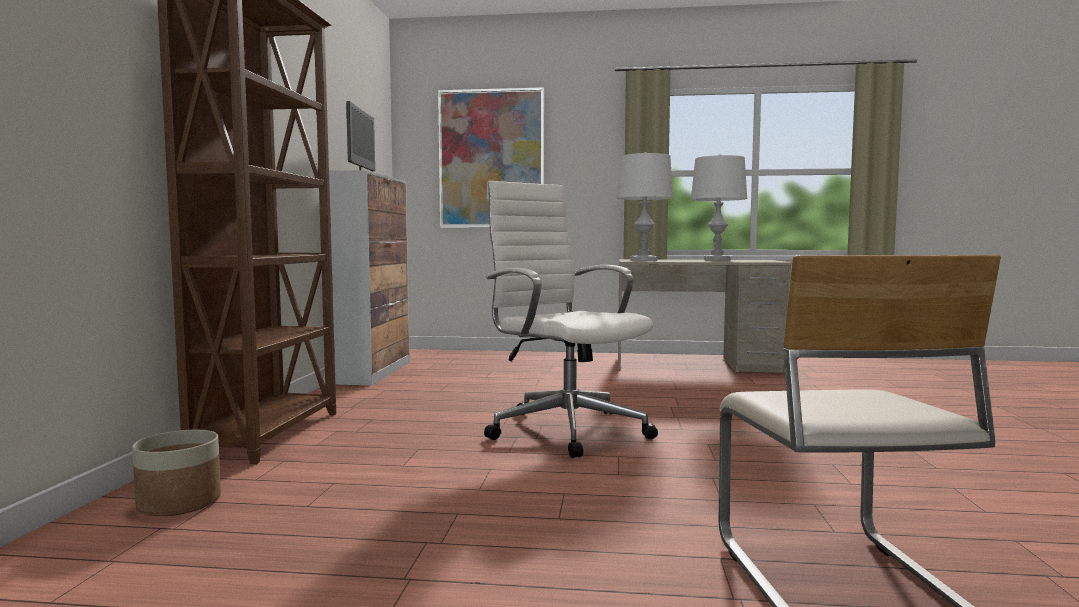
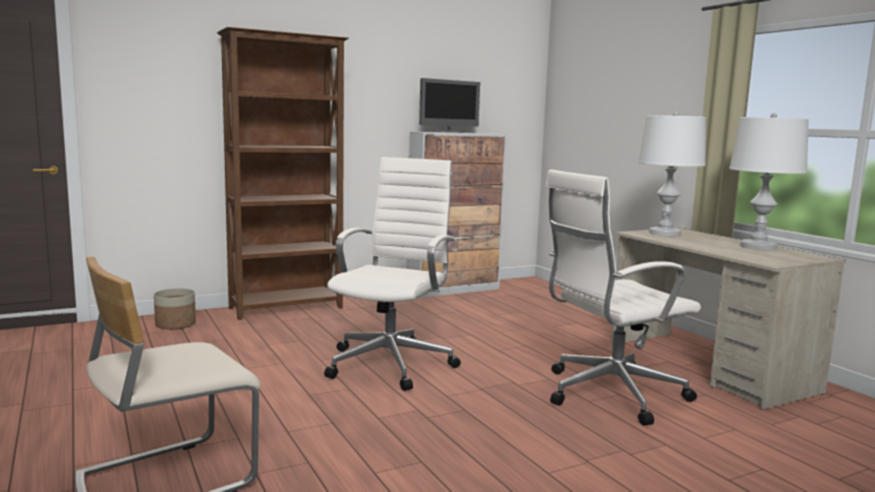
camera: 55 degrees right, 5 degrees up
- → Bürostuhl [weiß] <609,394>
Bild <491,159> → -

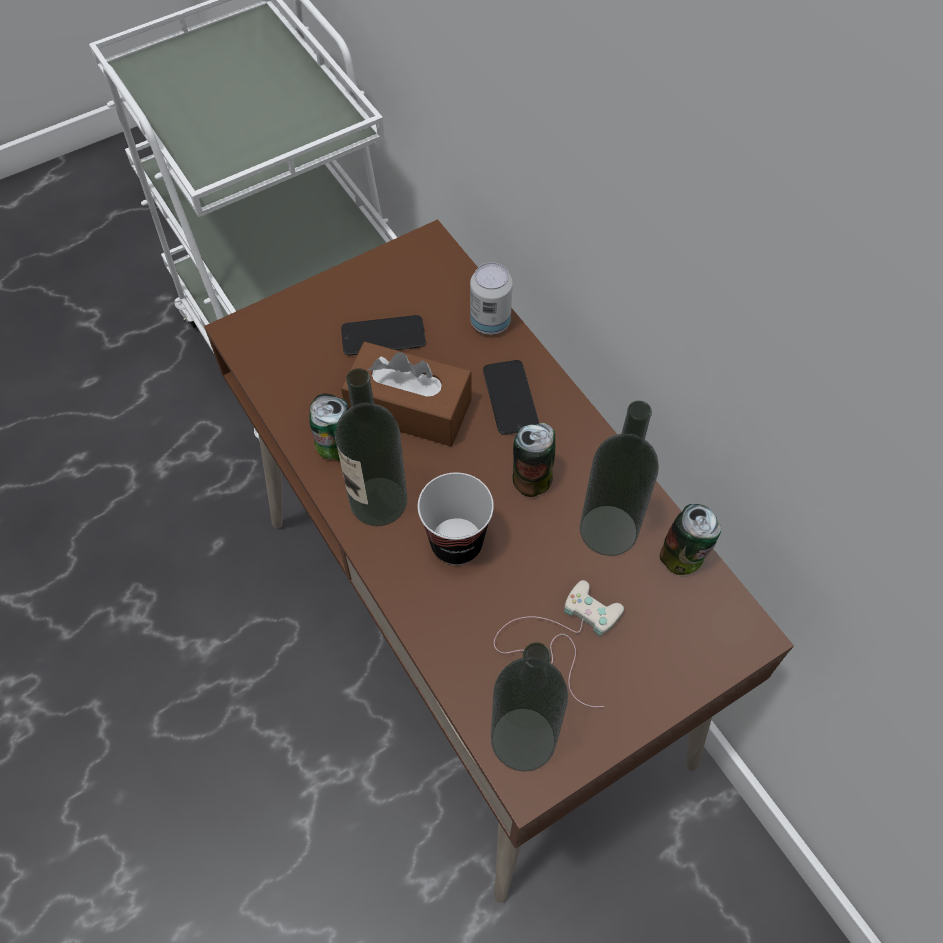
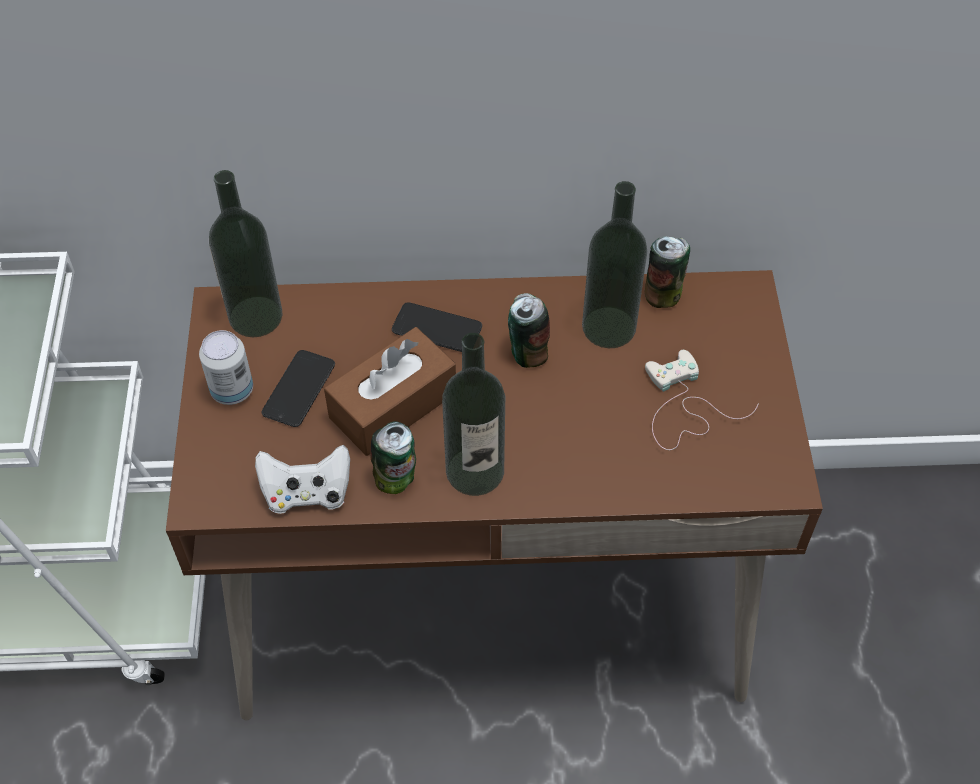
camera: 60 degrees left, 5 degrees down
Dose <490,322> → Dose <232,390>, shifted
Flasche <523,739> → Flasche <255,316>, shifted
- → Gamepad [weiß] <307,493>
Tasse <456,543> → -

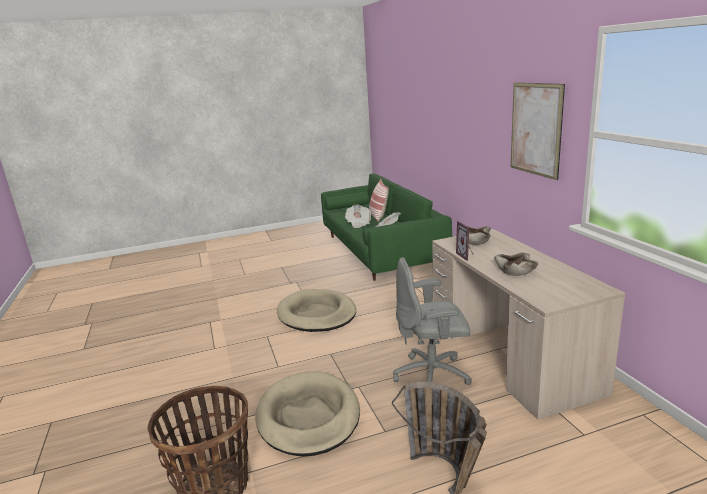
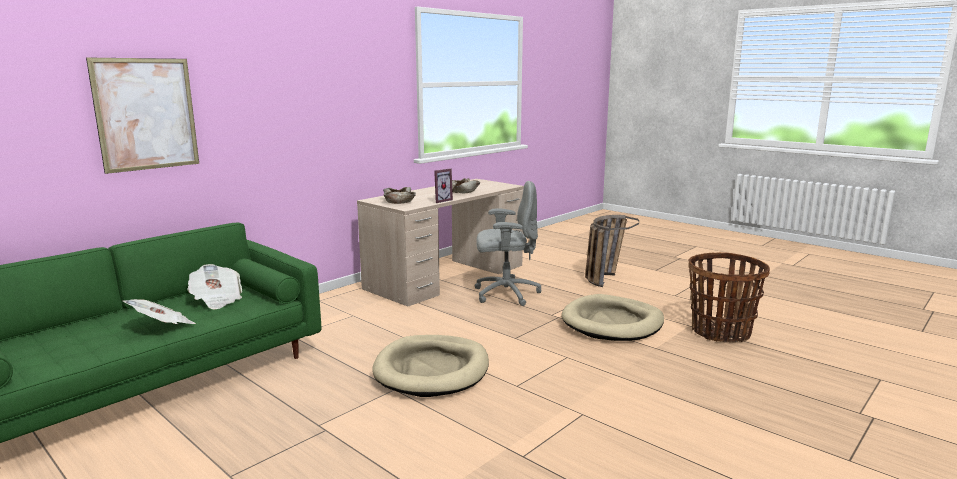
camera: 120 degrees left, 5 degrees down
Bild <535,129> → Bild <146,114>, shifted
Bürostuhl [grau] <433,376> → Bürostuhl [grau] <505,294>, 60 degrees counterclockwise
Kissen <378,216> → -

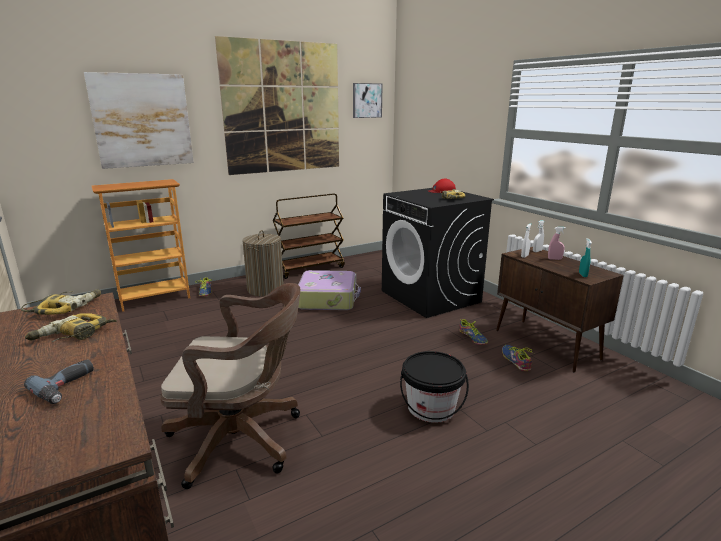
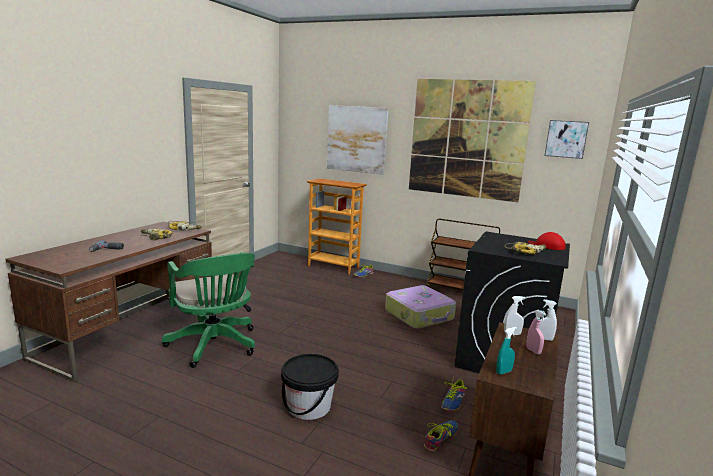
camera: 55 degrees right, 5 degrees down
Bürostuhl [braun] <242,439> → Bürostuhl [grün] <215,346>
Wäschekorb <265,289> → -

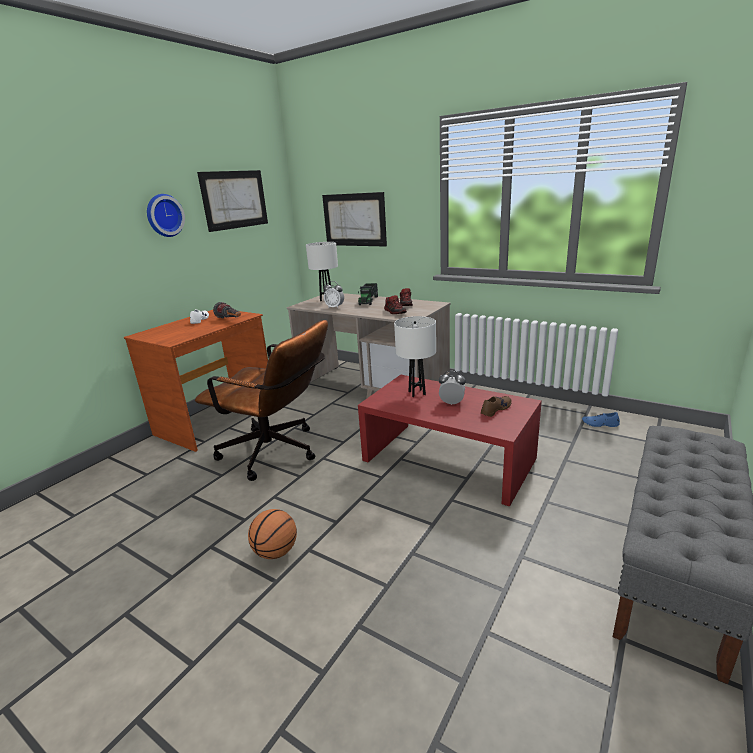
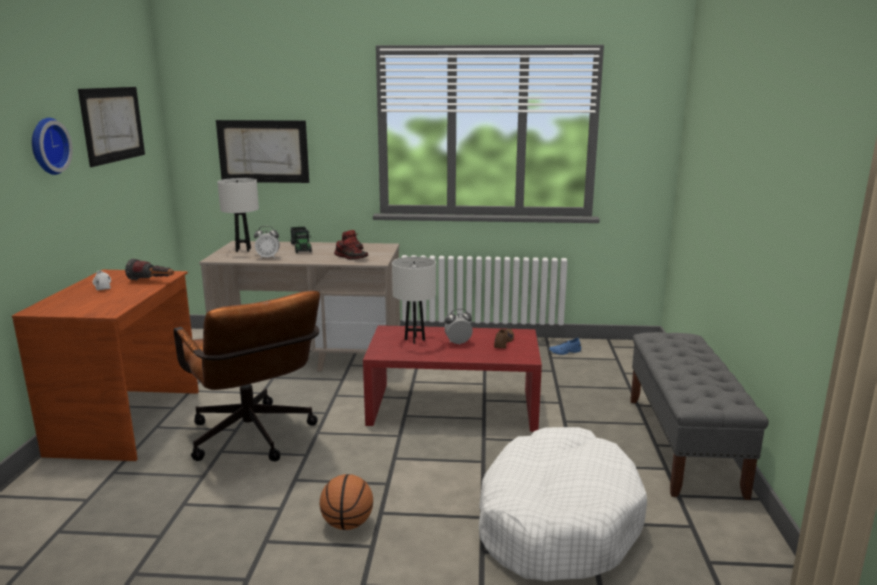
camera: 30 degrees left, 5 degrees down
Bürostuhl [braun] <277,453> → Bürostuhl [braun] <255,439>, 60 degrees clockwise
- → Hundebett [weiß] <556,521>

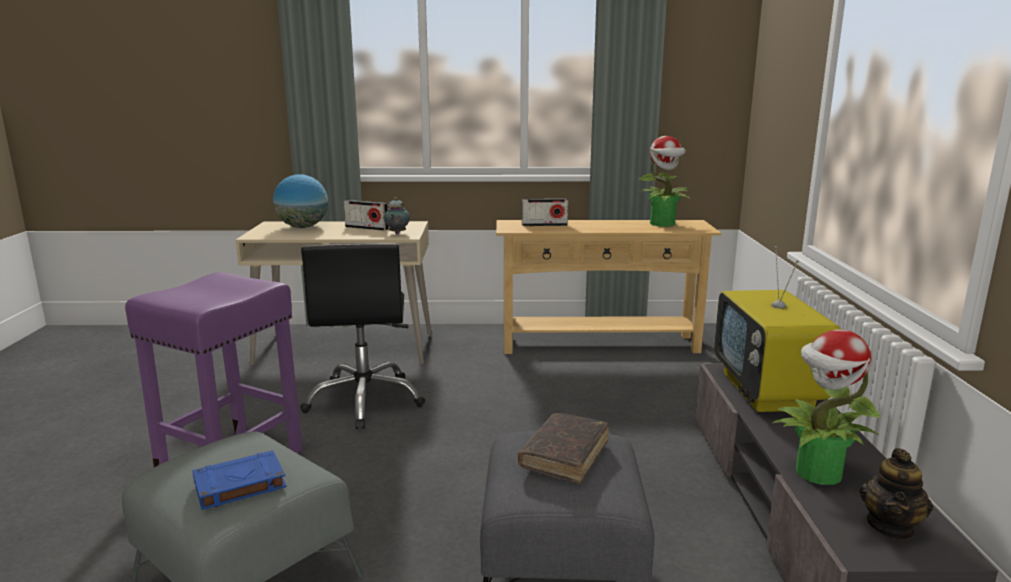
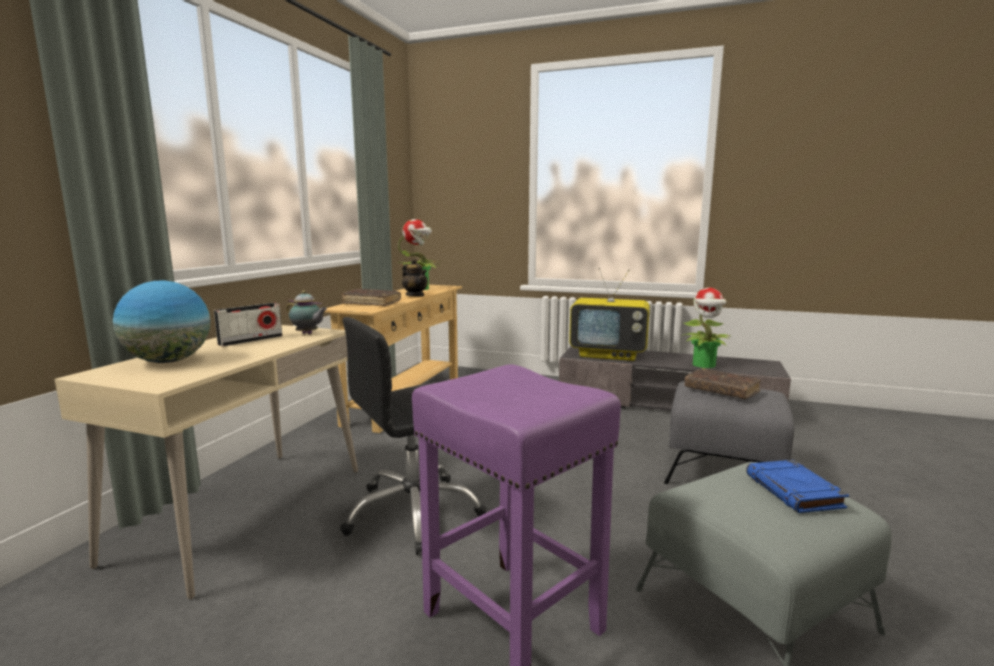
camera: 70 degrees left, 5 degrees down
Bürostuhl [schwarz] <365,400> → Bürostuhl [schwarz] <413,513>, 135 degrees clockwise
Radio <544,225> → Buch [braun] <372,303>
Teekanne <891,526> → Teekanne <415,295>, shifted

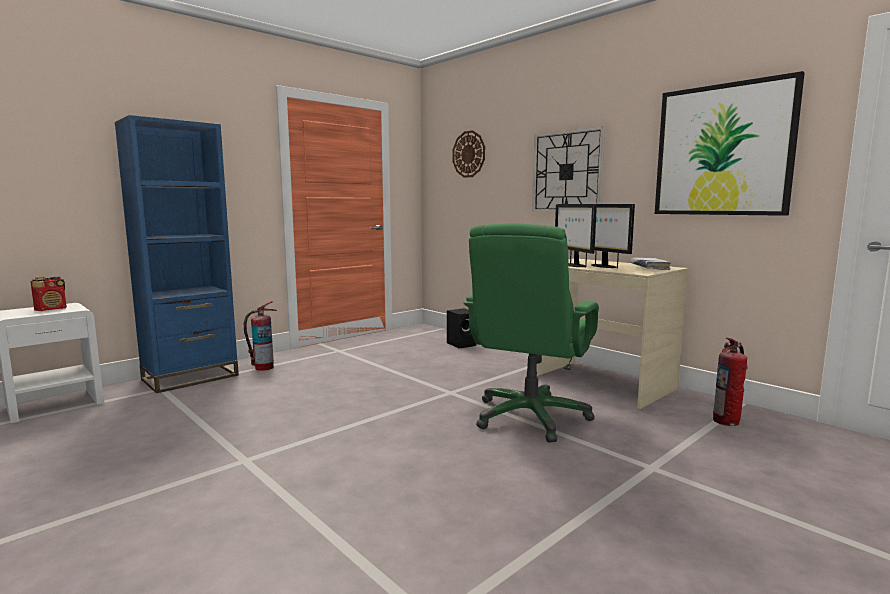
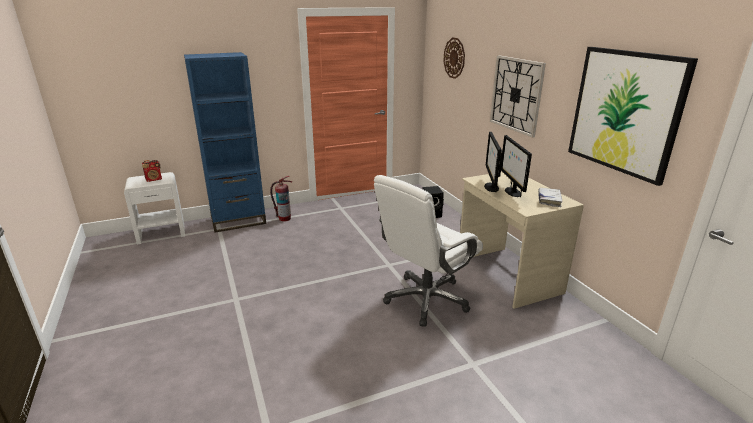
camera: 20 degrees right, 15 degrees up
Bürostuhl [grün] <530,417> → Bürostuhl [weiß] <426,300>
Feuerlöscher <727,421> → -

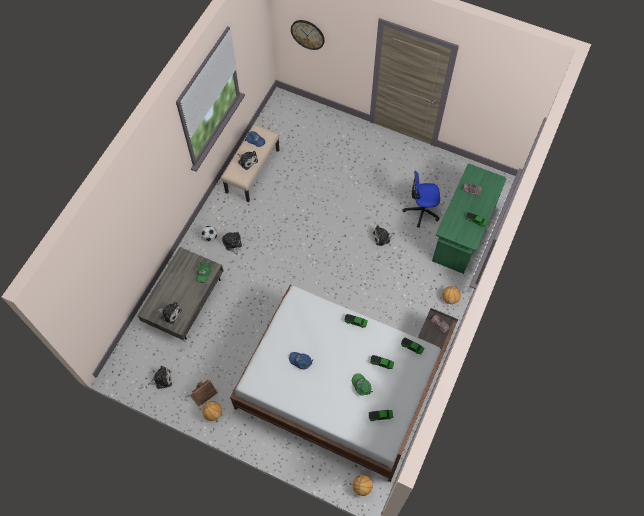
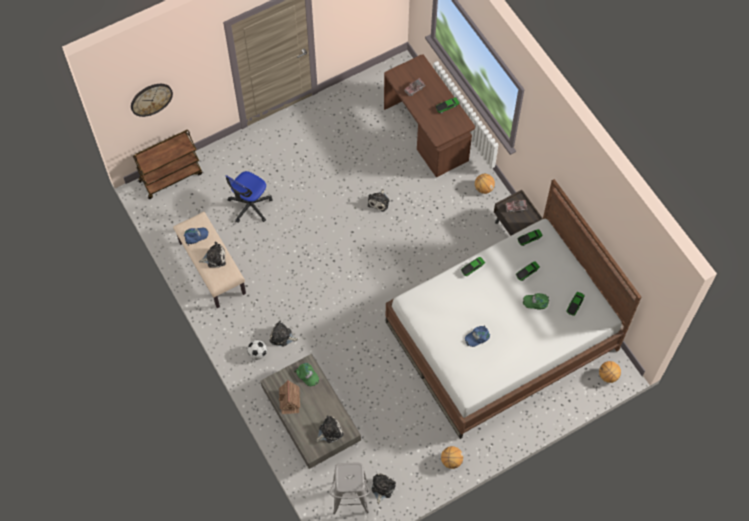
camera: 55 degrees left, 0 degrees up
- → Rollwagen [braun] <171,177>
Bürostuhl <421,211> → Bürostuhl <250,206>, shifted
Spielzeughaus <203,393> → Spielzeughaus <289,400>, shifted
- → Hocker [grau] <350,504>
Schreibtisch [grün] <462,233> → Schreibtisch [braun] <427,133>

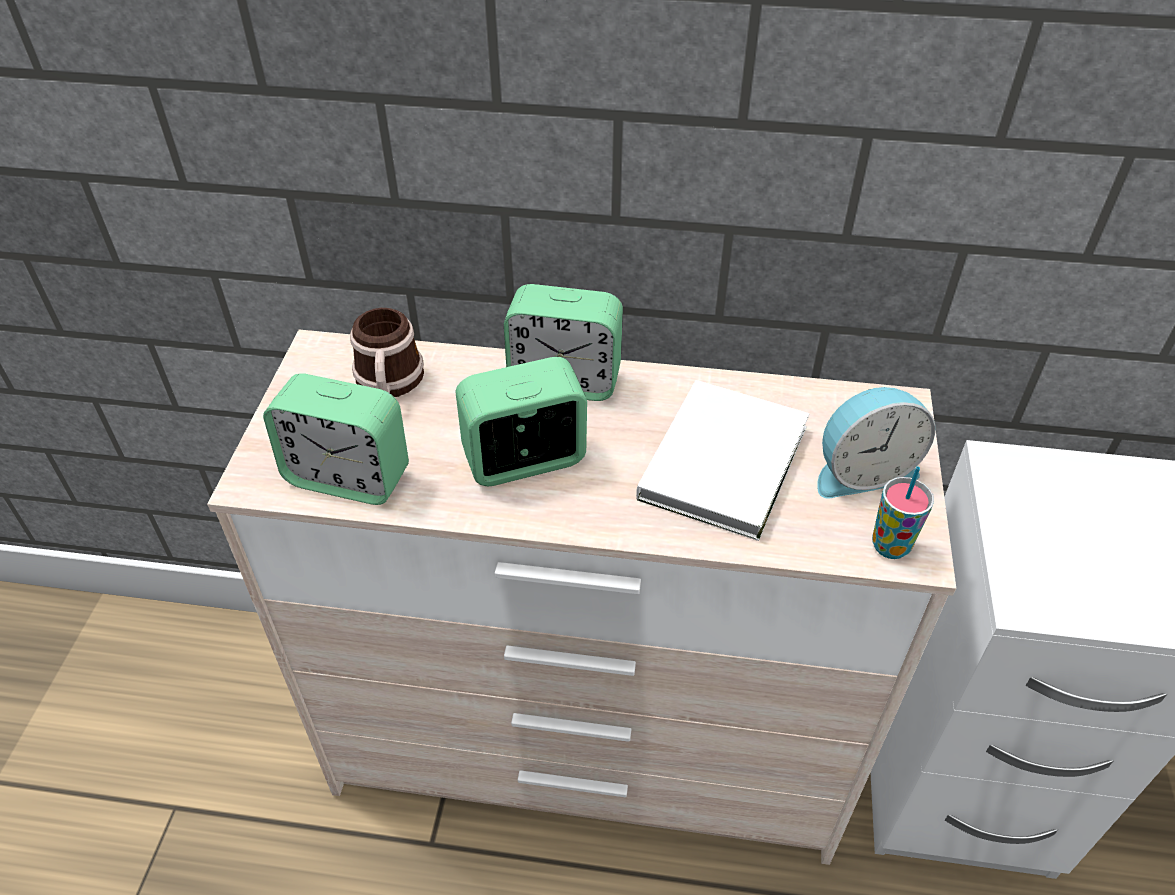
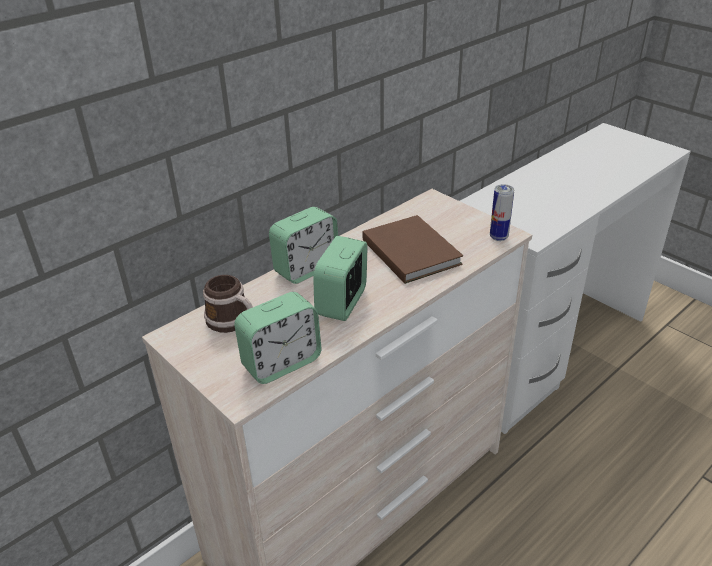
camera: 50 degrees left, 10 degrees down
Buch [weiß] <728,460> → Buch [braun] <411,250>
Tasse <890,546> → Dose <498,237>
Wecker <862,471> → -

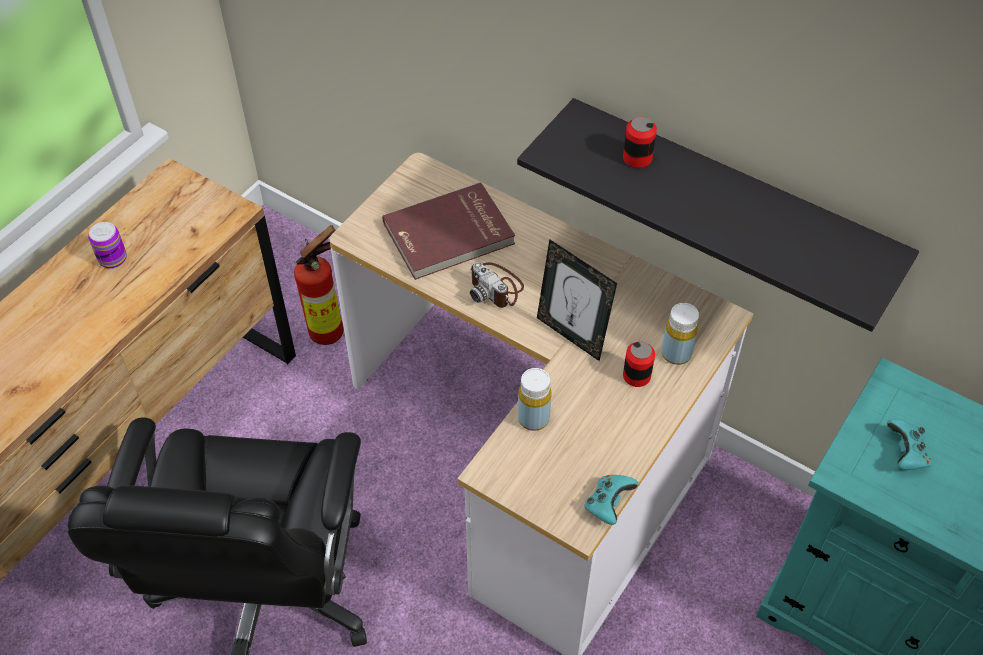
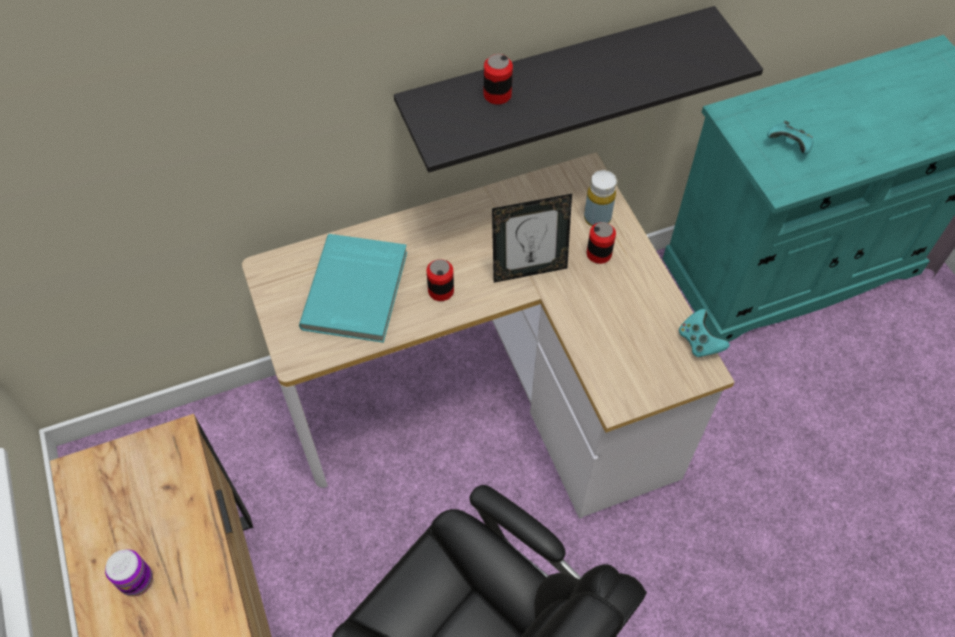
camera: 55 degrees left, 5 degrees up
Buch [rot] <449,235> → Buch [türkis] <358,290>
Kamera <496,287> → Dose <441,291>
Feuerlöscher <331,331> → -
Flasche [gelb] <533,418> → -

